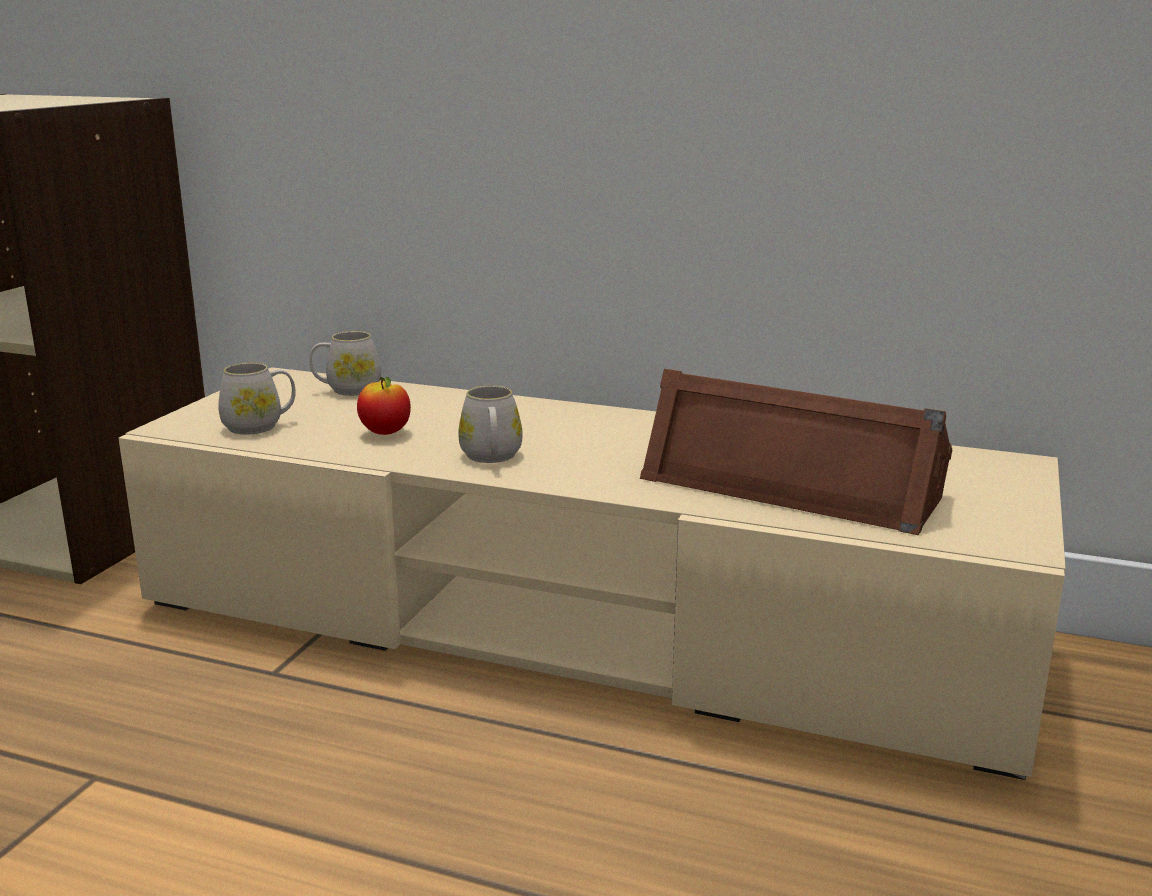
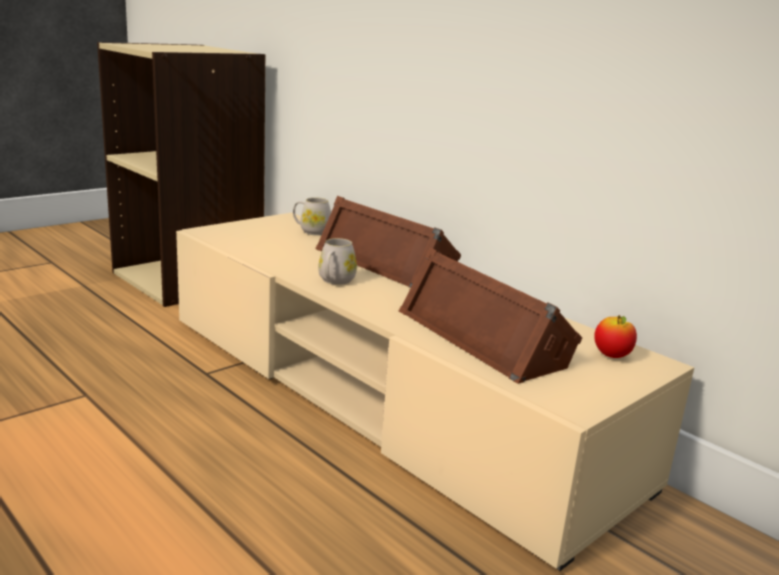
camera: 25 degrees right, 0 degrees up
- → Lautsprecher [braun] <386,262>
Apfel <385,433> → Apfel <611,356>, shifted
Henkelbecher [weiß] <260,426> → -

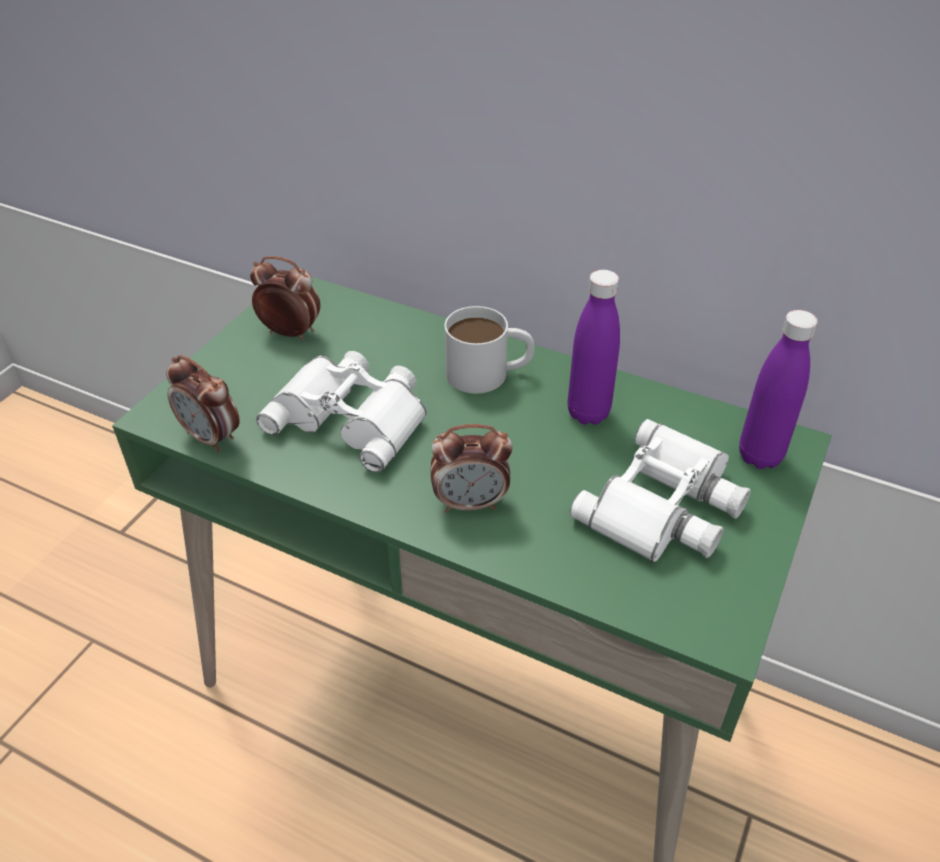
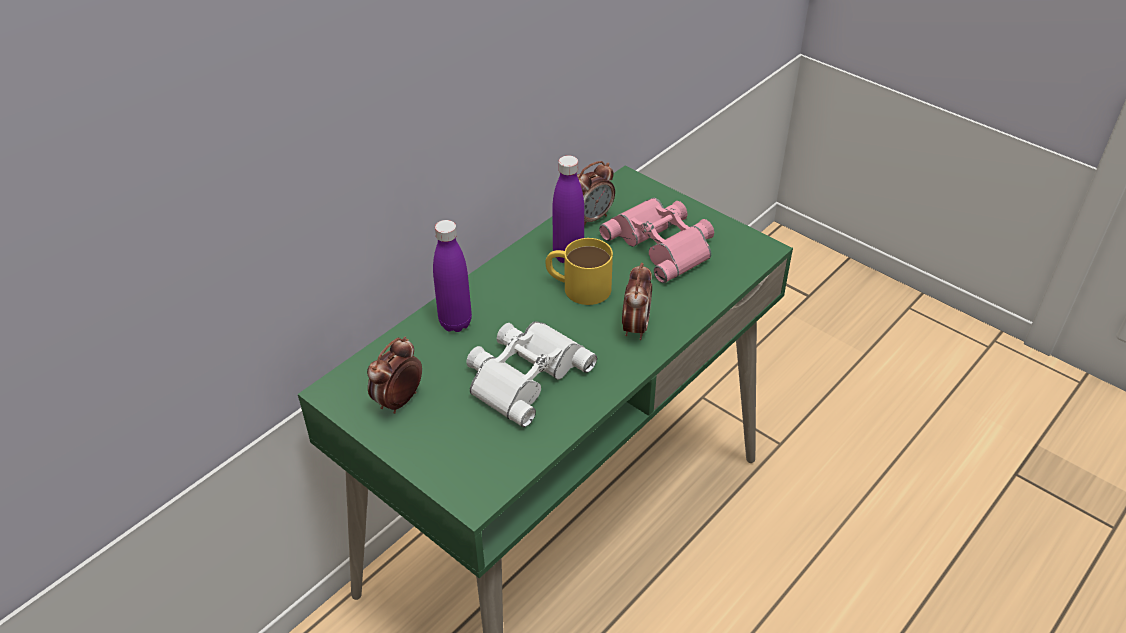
camera: 75 degrees left, 0 degrees up
Flasche [lila] <760,456> → Flasche [lila] <455,323>, shifted
- → Henkelbecher [gelb] <578,286>
Wecker <212,438> → Wecker <591,218>, shifted
Fernglas [weiß] <666,506> → Fernglas [rosa] <663,244>
Henkelbecher [weiß] <489,373> → -

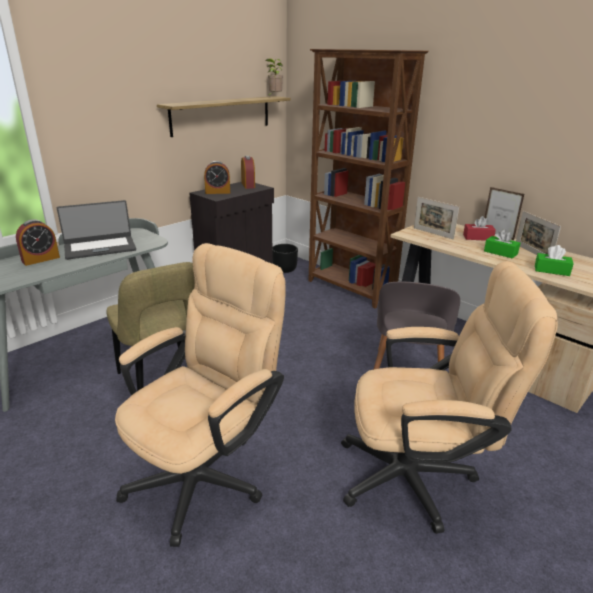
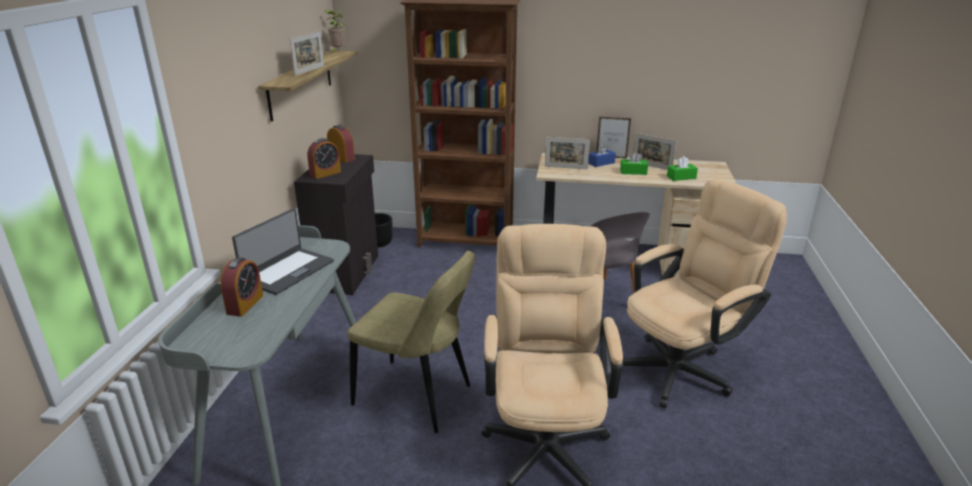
camera: 35 degrees left, 0 degrees up
- → Bilderrahmen <309,70>
Taschentuchbox [rot] <478,237> → Taschentuchbox [blau] <601,163>

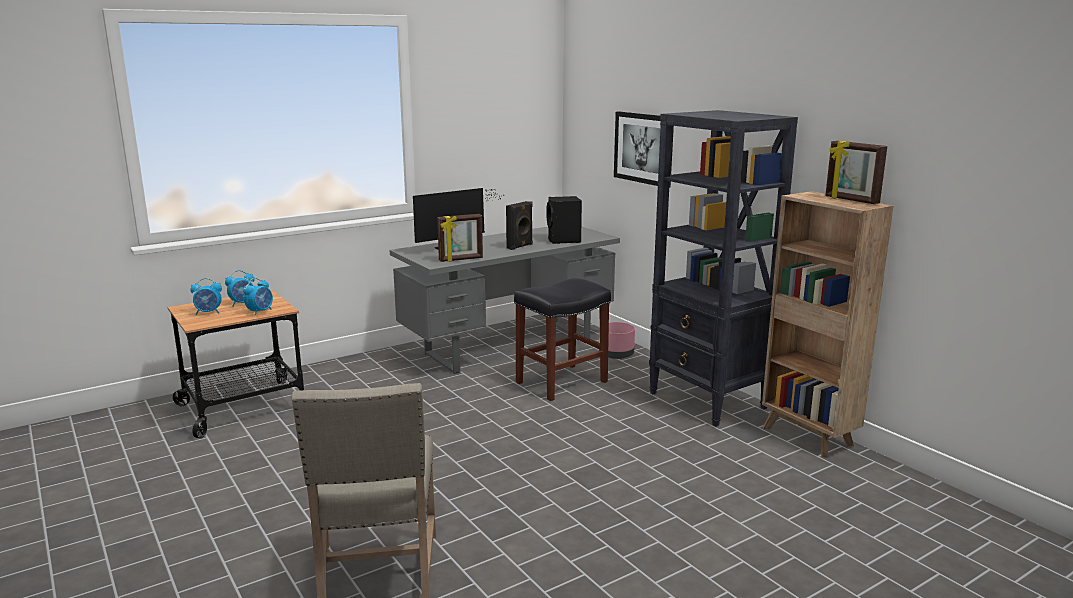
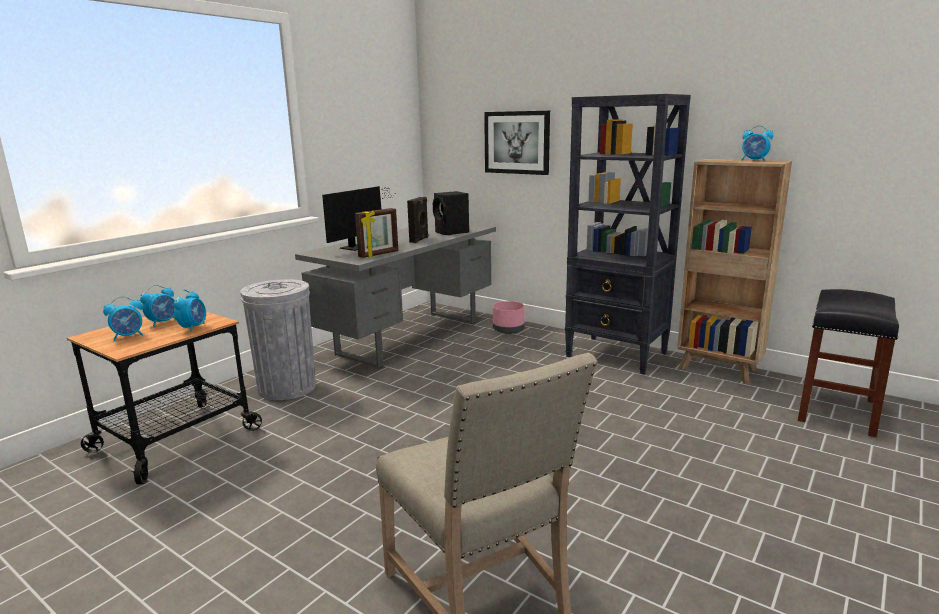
camera: 20 degrees left, 0 degrees up
- → Mülleimer [grau] <287,387>
Bilderrahmen <851,200> → Wecker <754,160>
Hocker [schwarz] <561,382> → Hocker [schwarz] <838,411>, shifted

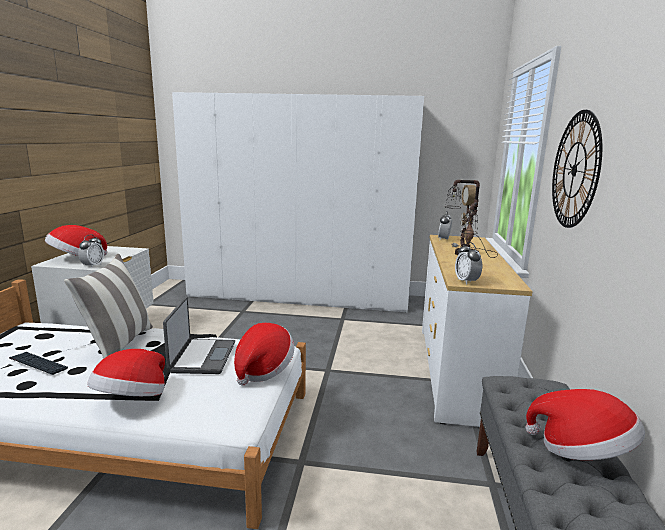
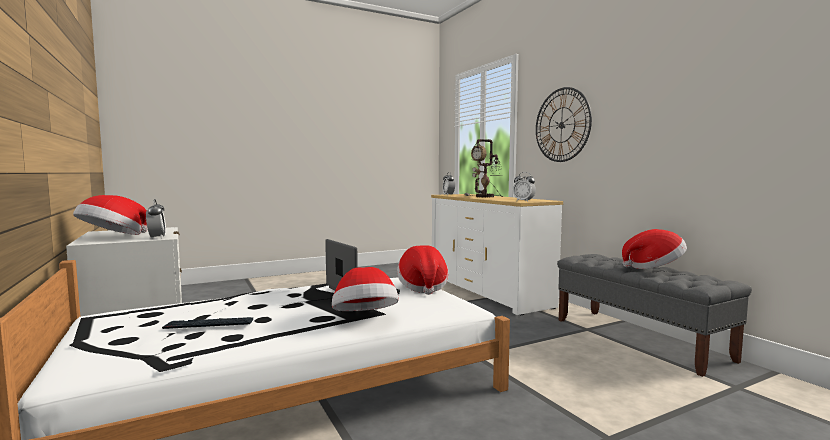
camera: 35 degrees left, 10 degrees down
Kissen <118,345> → -
Kleiderschrank [weiß] <299,296> → -

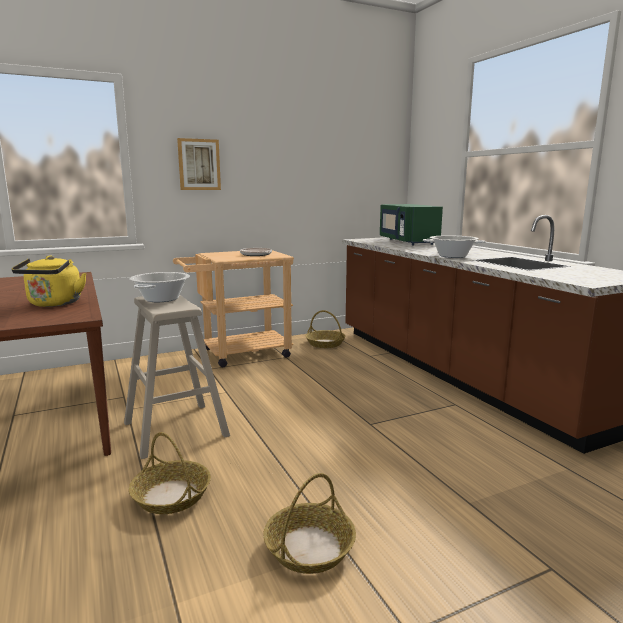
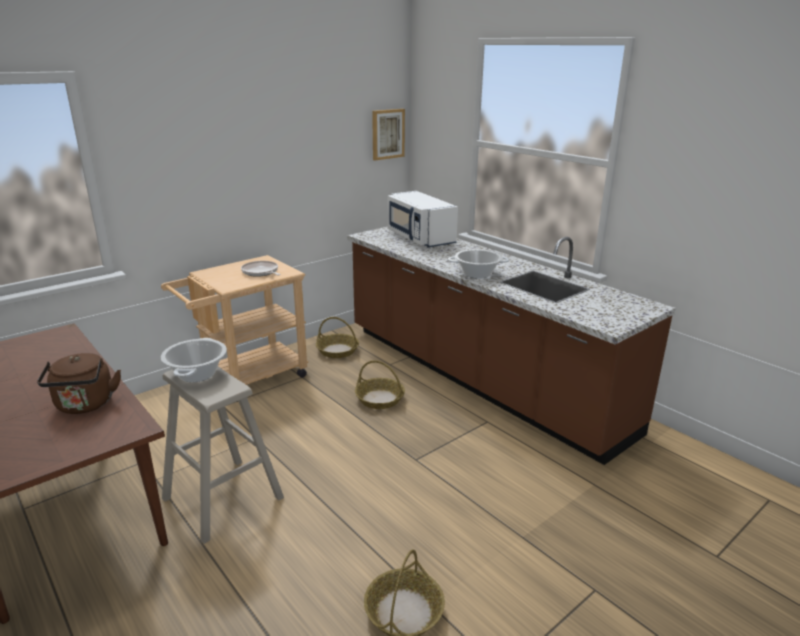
camera: 15 degrees left, 10 degrees up
Wasserkessel [gelb] <54,304> → Wasserkessel [braun] <85,405>
Korb <172,496> → Korb <380,399>, shifted
Bild <199,164> → Bild <387,134>, shifted
Mikrowelle [grün] <407,242> → Mikrowelle [weiß] <419,238>

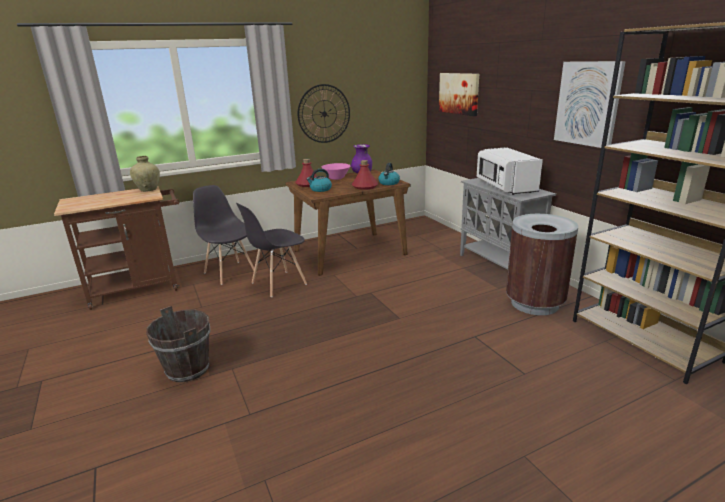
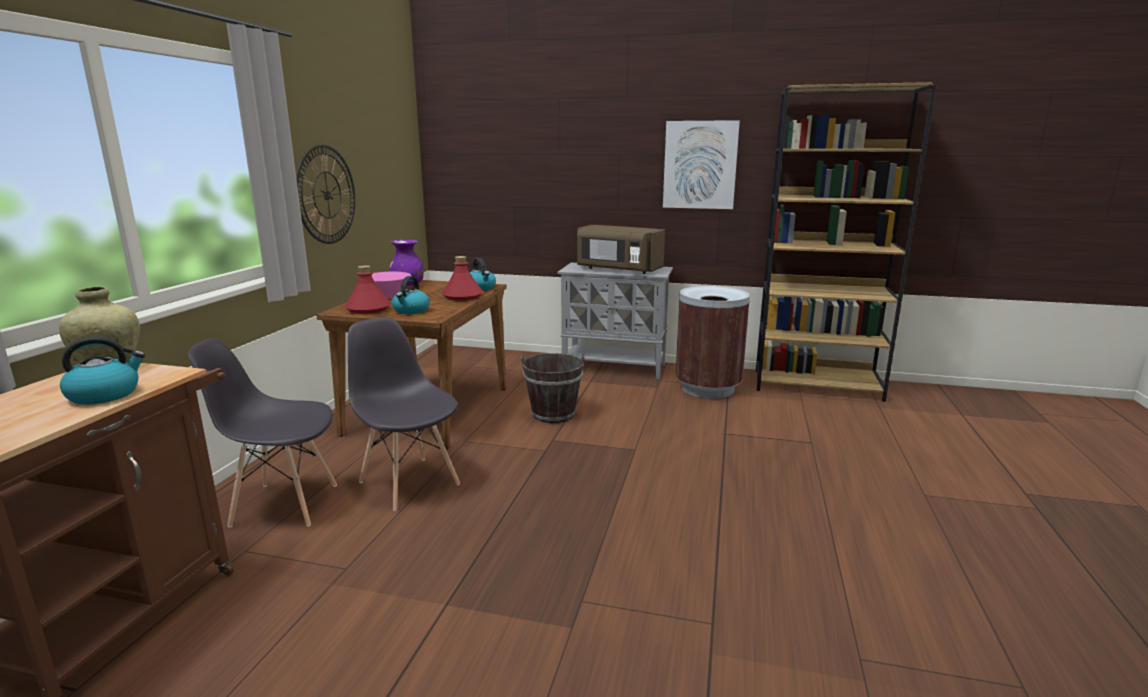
camera: 50 degrees left, 5 degrees down
- → Wasserkessel <105,394>
Stuhl [grau] <278,284> → Stuhl [grau] <409,482>, 135 degrees clockwise
Eimer [braun] <187,369> → Eimer [braun] <553,414>, shifted
Mikrowelle [weiß] <505,187> → Mikrowelle [braun] <618,269>
Bild <459,93> → -

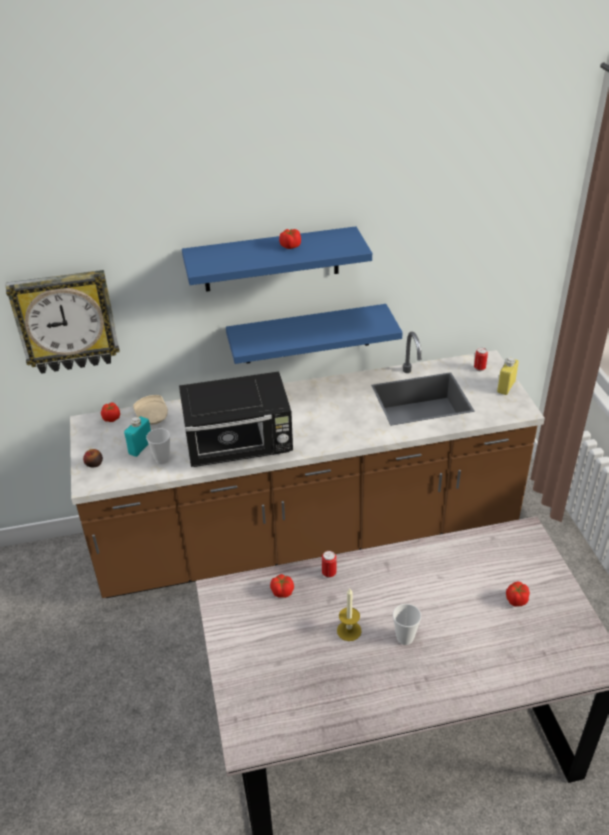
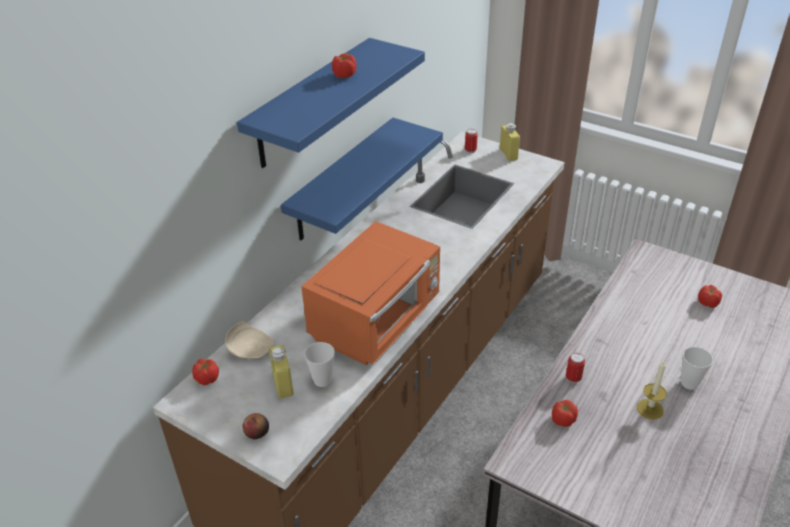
camera: 45 degrees left, 0 degrees up
Flasche [türkis] <140,447> → Flasche [gelb] <283,384>
Mikrowelle [schwarz] <240,446> → Mikrowelle [orange] <377,321>
Wanduhr <66,321> → -

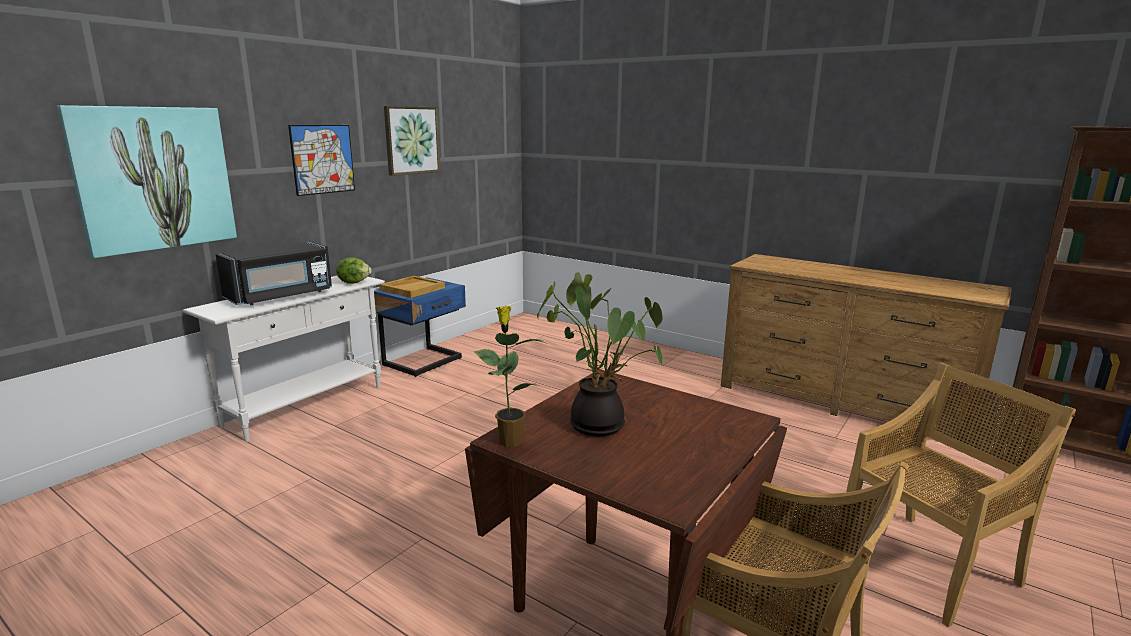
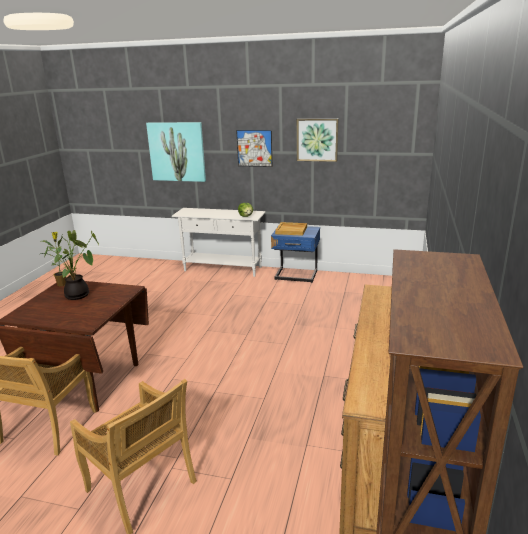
camera: 70 degrees right, 5 degrees up
Mikrowelle [schwarz] <280,296> → -

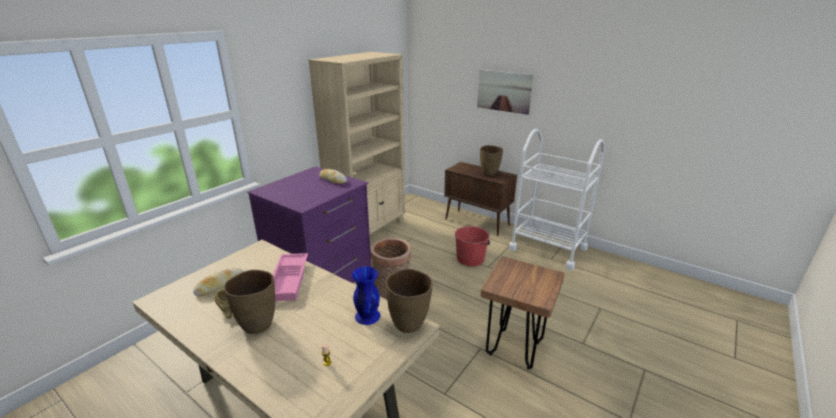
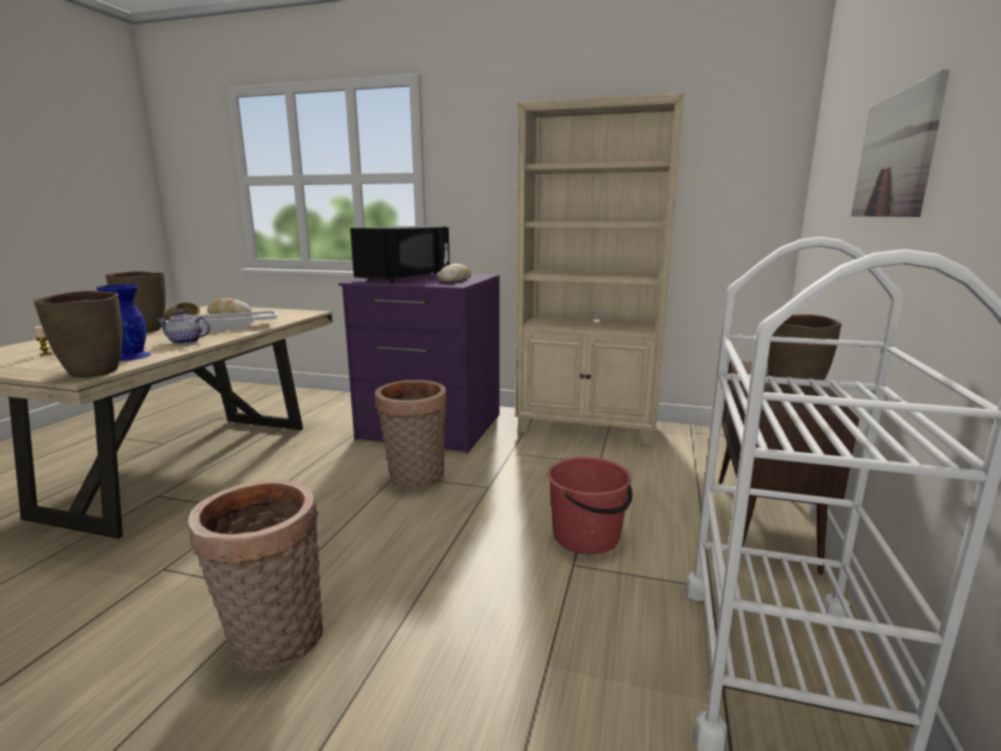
camera: 70 degrees right, 10 degrees down
- → Teekanne <185,342>
Hocker [braun] <514,348> → Korb <272,642>
Tablett [rosa] <290,280> → Tablett [weiß] <232,327>
- → Mikrowelle [schwarz] <406,278>

